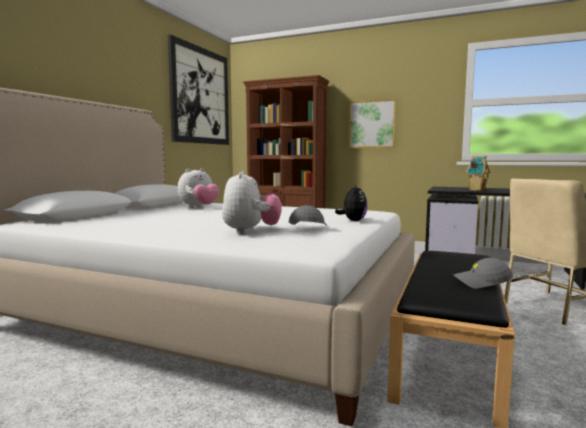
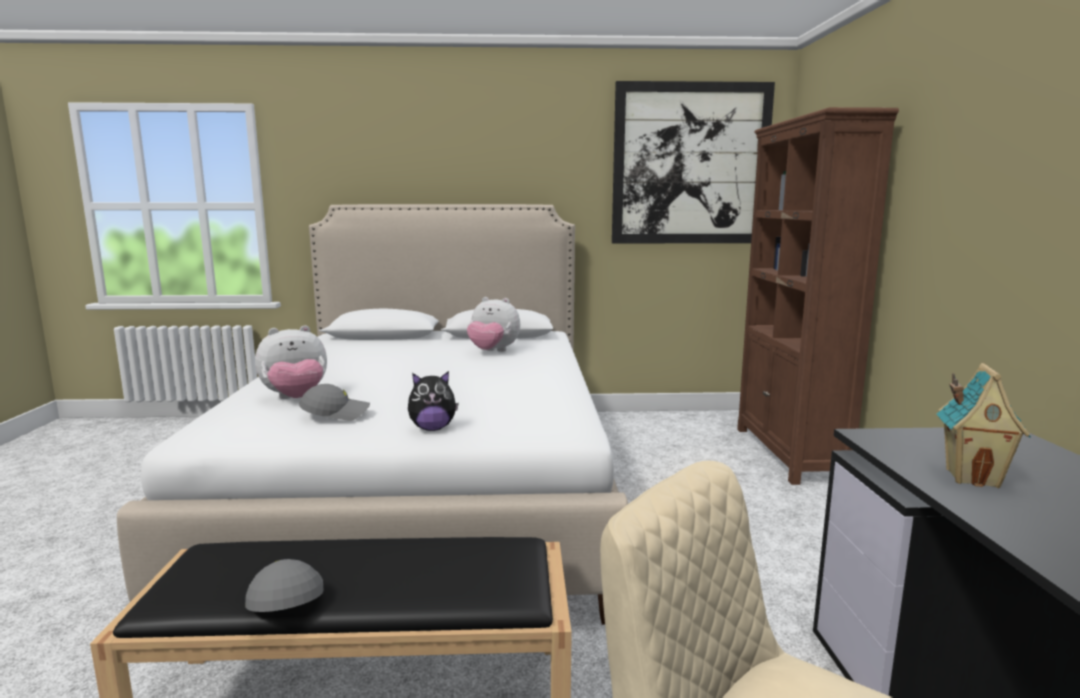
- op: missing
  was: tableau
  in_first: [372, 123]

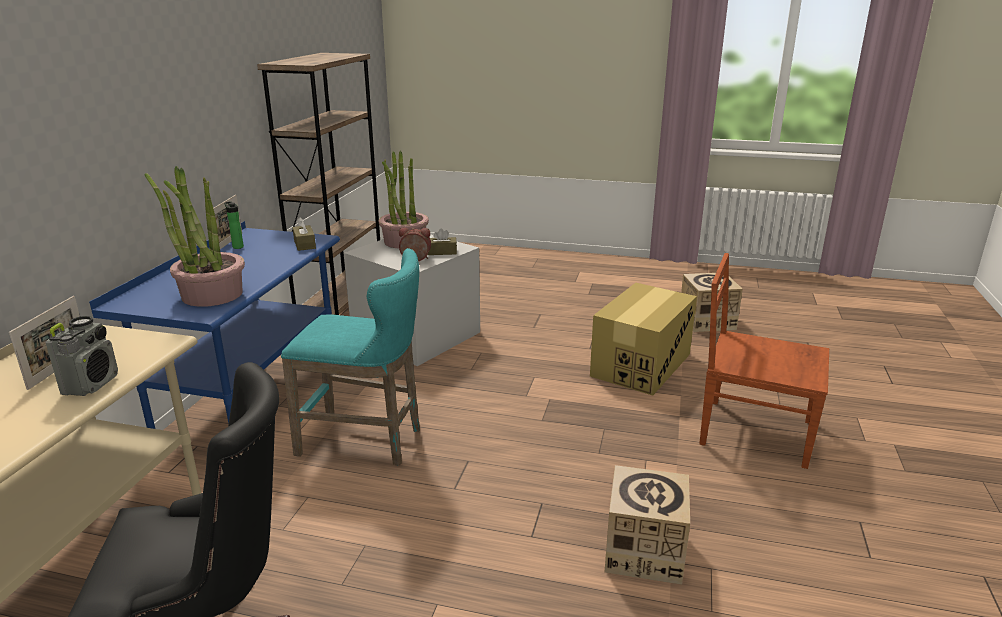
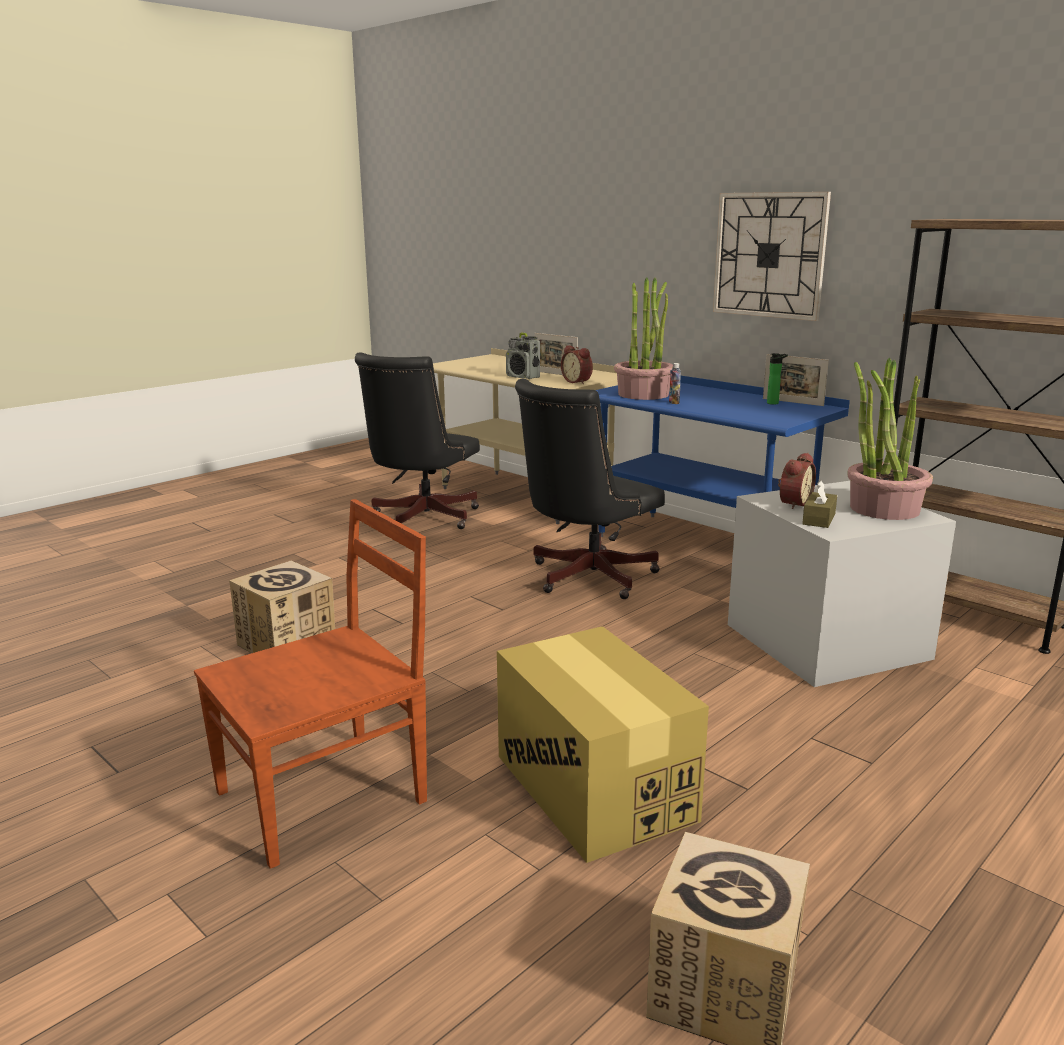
- op: missing
  was: boîte à mouchoirs/marron
  in_first: [304, 234]
- op: exchanged
  was: tabouret/turquoise
  now: chaise de bureau/noir
  in_first: [350, 357]
  in_second: [590, 489]
- op: appeared
  now: horloge murale
  in_second: [772, 256]
- op: appeared
  now: réveil
  in_second: [577, 364]
- op: appeared
  now: bouteille
  in_second: [675, 383]

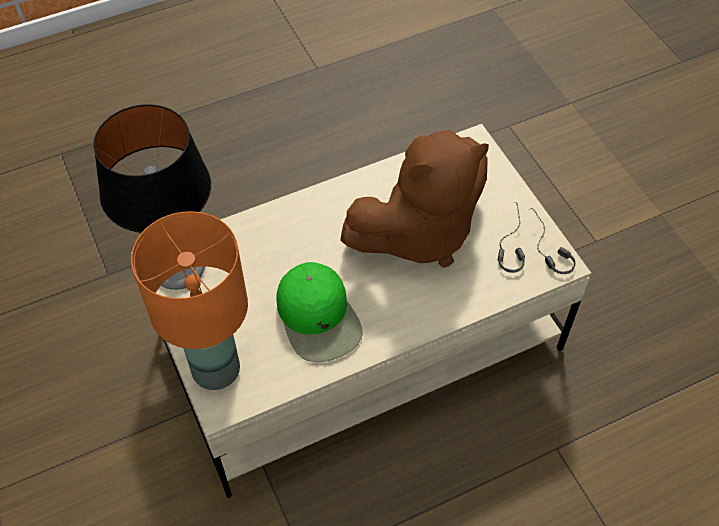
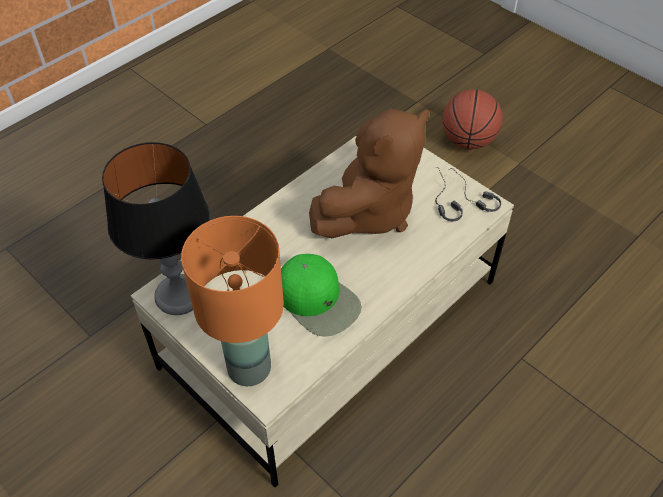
- op: appeared
  now: ballon de basket
  in_second: [472, 119]

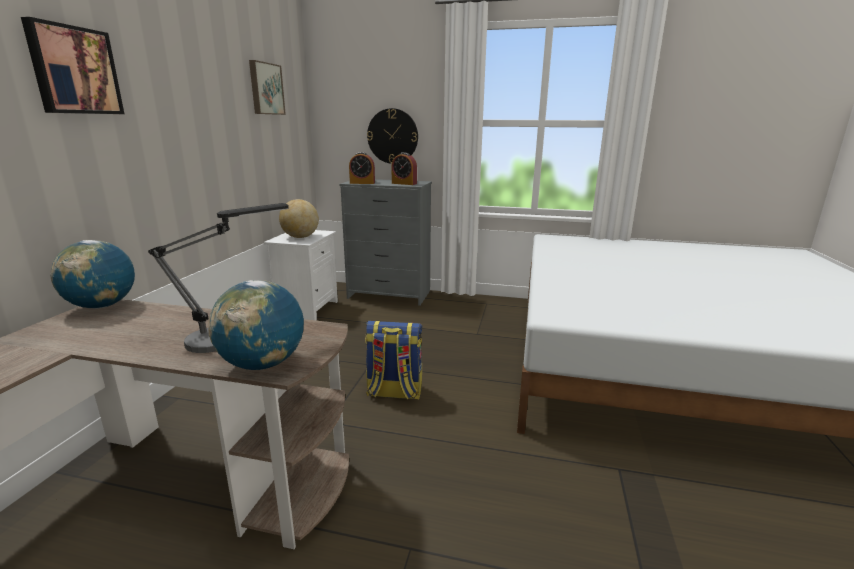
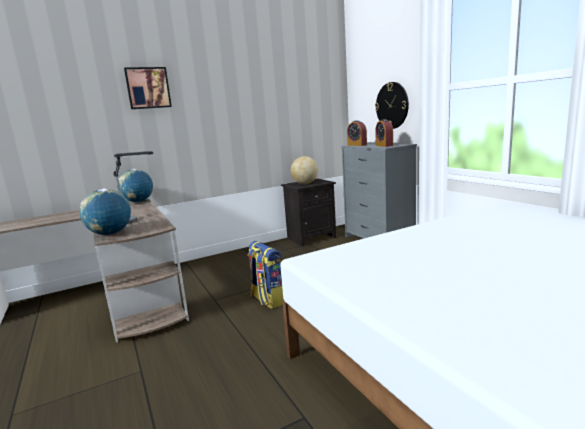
- op: missing
  was: tableau
  in_first: [267, 87]
- op: colour
  was: table de chevet/blanc
  now: table de chevet/noir
  in_first: [301, 275]
  in_second: [308, 212]

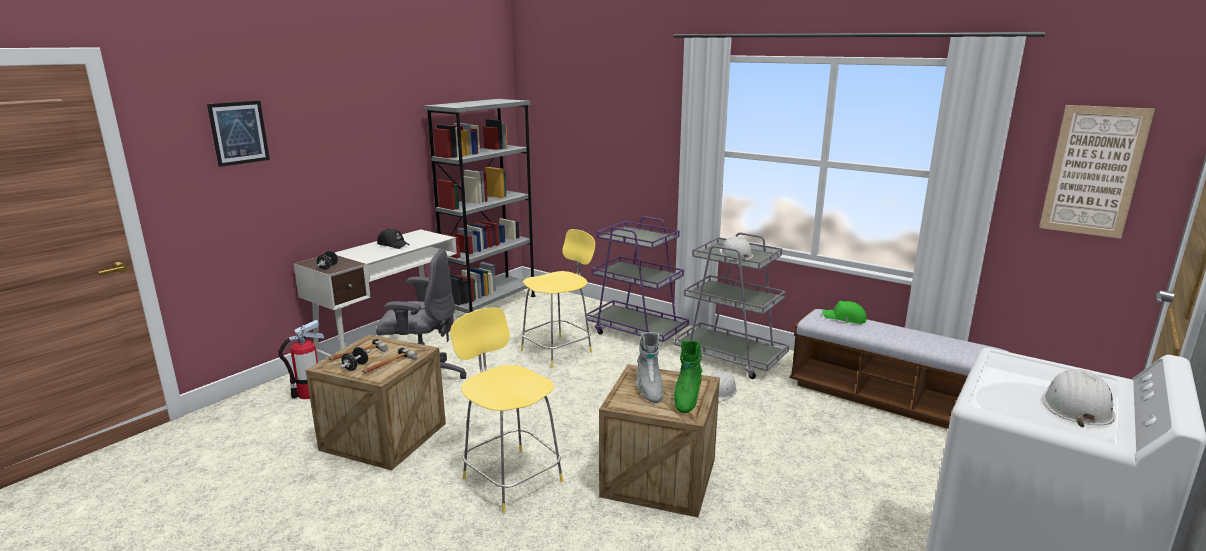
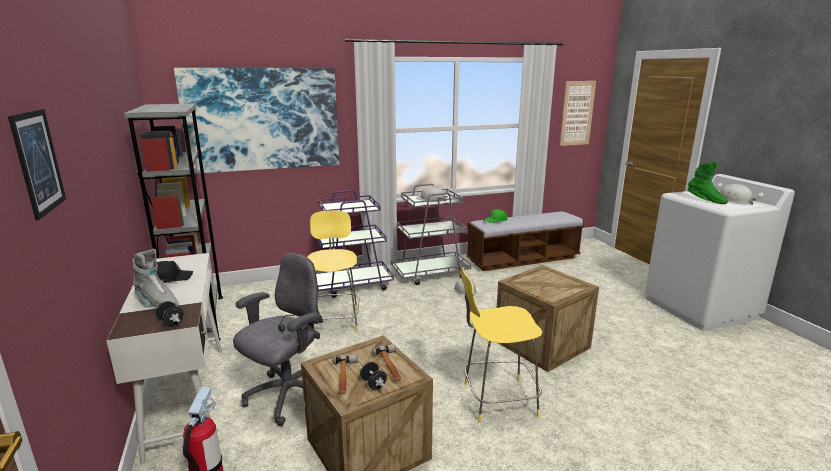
- op: relocated
  was: botte/gris
  in_first: [650, 367]
  in_second: [155, 278]
- op: relocated
  was: botte/vert
  in_first: [688, 376]
  in_second: [708, 183]
- op: appeared
  now: tableau
  in_second: [256, 121]

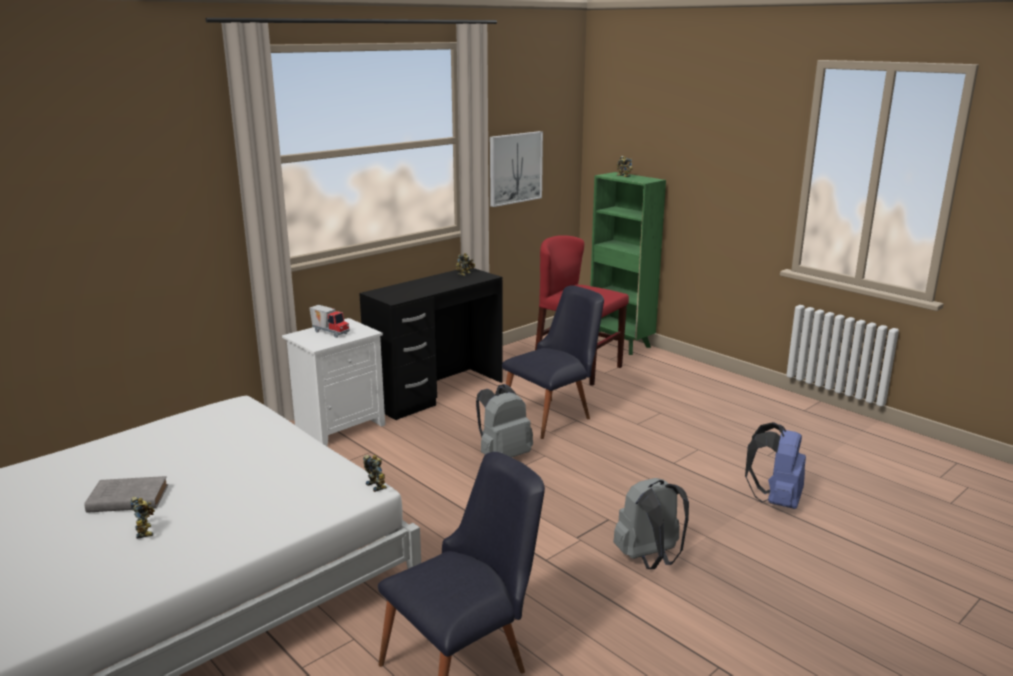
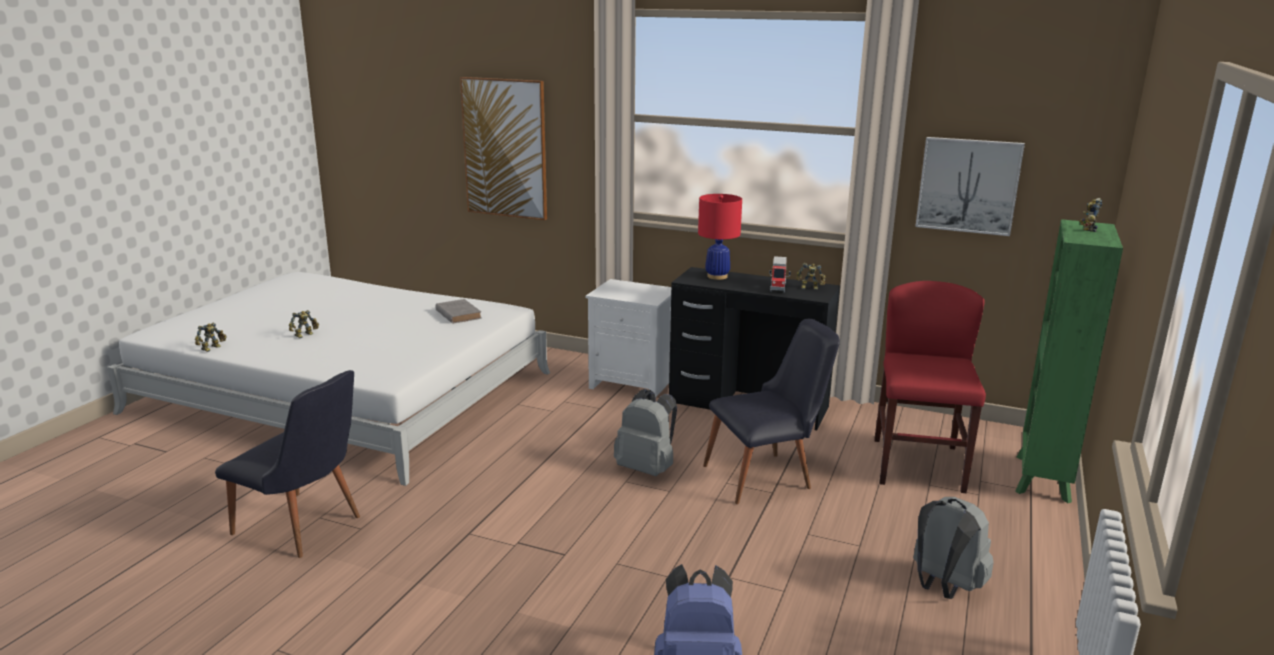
- op: spun
  was: chaise/noir
  in_first: [553, 362]
  in_second: [771, 411]
  clockwise: -45
- op: relocated
  was: camion jouet
  in_first: [330, 321]
  in_second: [780, 274]
- op: relocated
  was: robot jouet
  in_first: [375, 473]
  in_second: [211, 337]
- op: relocated
  was: livre/gris
  in_first: [126, 494]
  in_second: [458, 311]
- op: relocated
  was: sac à dos/gris
  in_first: [651, 523]
  in_second: [953, 548]
- op: appeared
  now: tableau
  in_second: [503, 148]
- op: appeared
  now: lampe de table/rouge
  in_second: [720, 237]

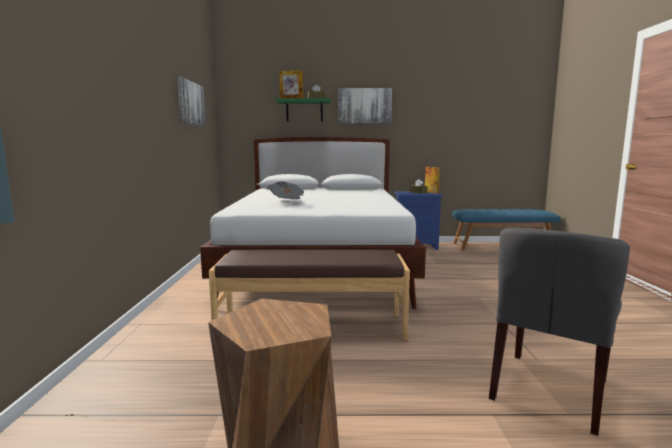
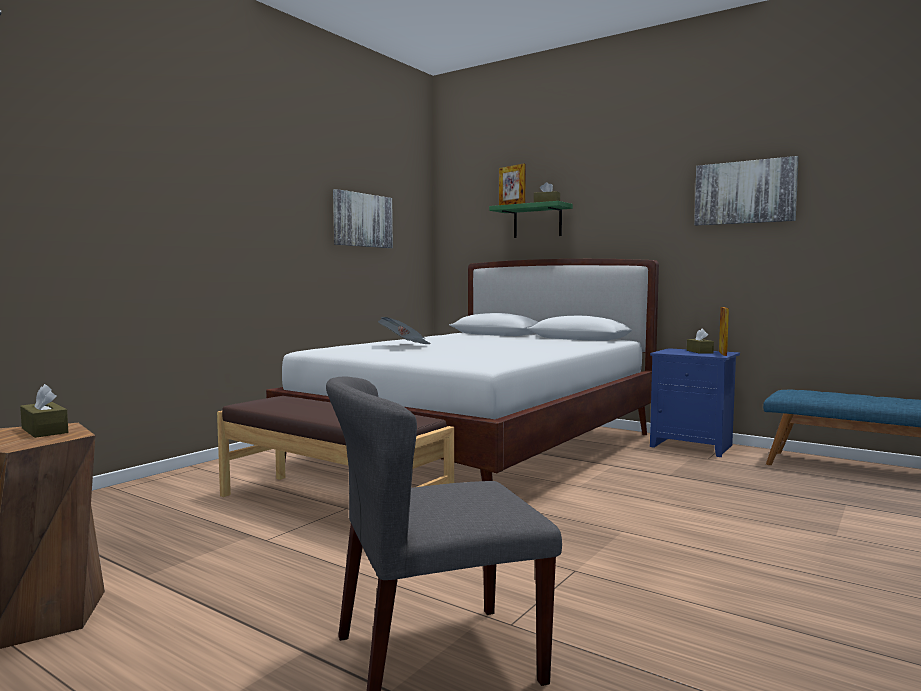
- op: relocated
  was: tableau
  in_first: [365, 106]
  in_second: [746, 191]
- op: appeared
  now: boîte à mouchoirs/marron
  in_second: [44, 411]

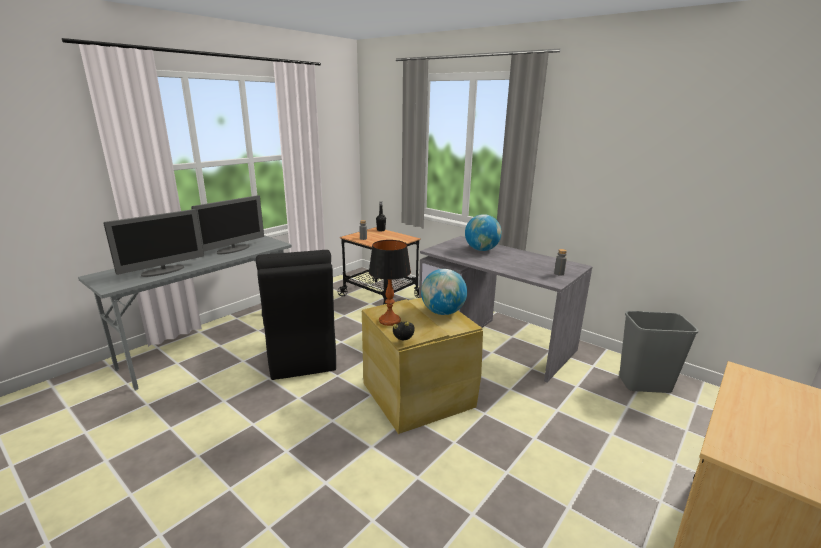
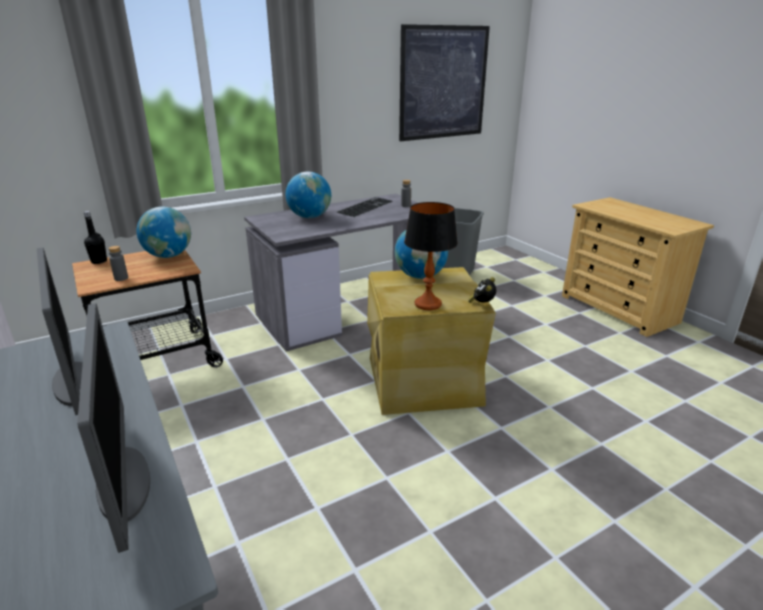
- op: missing
  was: chaise/noir
  in_first: [296, 315]
- op: appeared
  now: tableau
  in_second: [444, 82]
- op: appeared
  now: clavier
  in_second: [365, 207]
- op: appeared
  now: globe
  in_second: [164, 232]

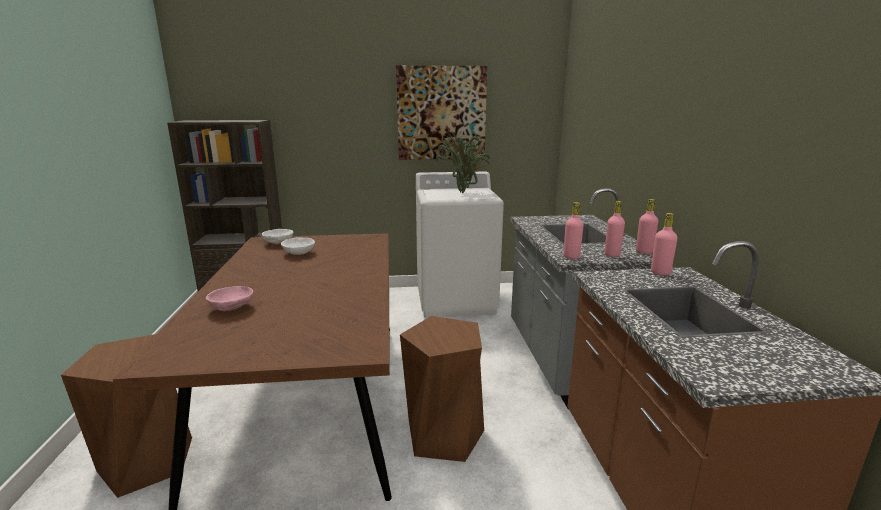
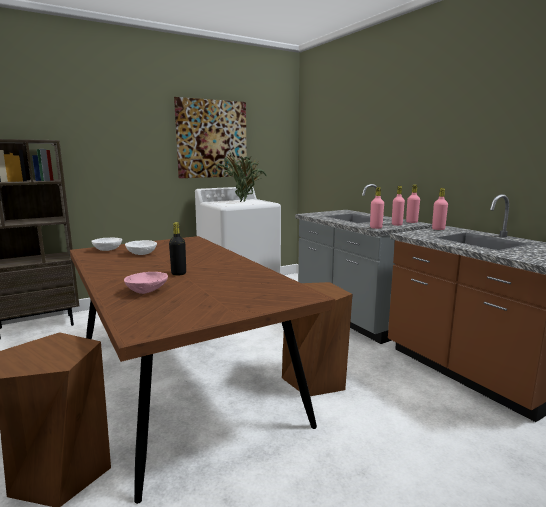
- op: appeared
  now: bouteille/noir
  in_second: [177, 249]

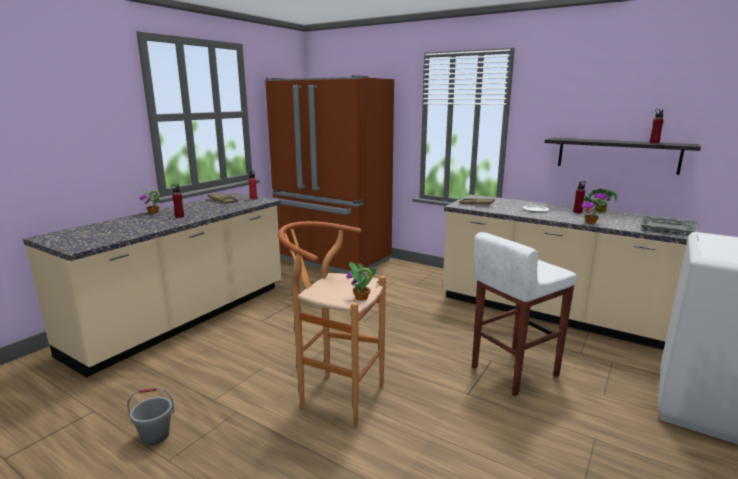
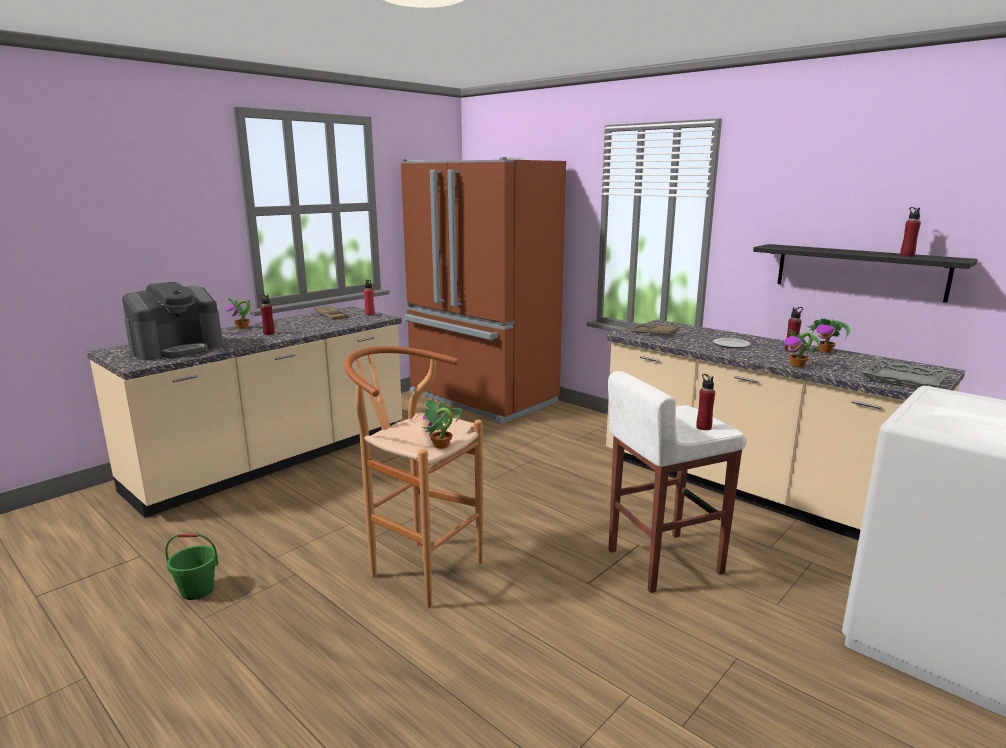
- op: colour
  was: seau/gris
  now: seau/vert
  in_first: [151, 416]
  in_second: [191, 566]
- op: appeared
  now: machine à café
  in_second: [172, 321]
- op: appeared
  now: bouteille/rouge
  in_second: [705, 402]

